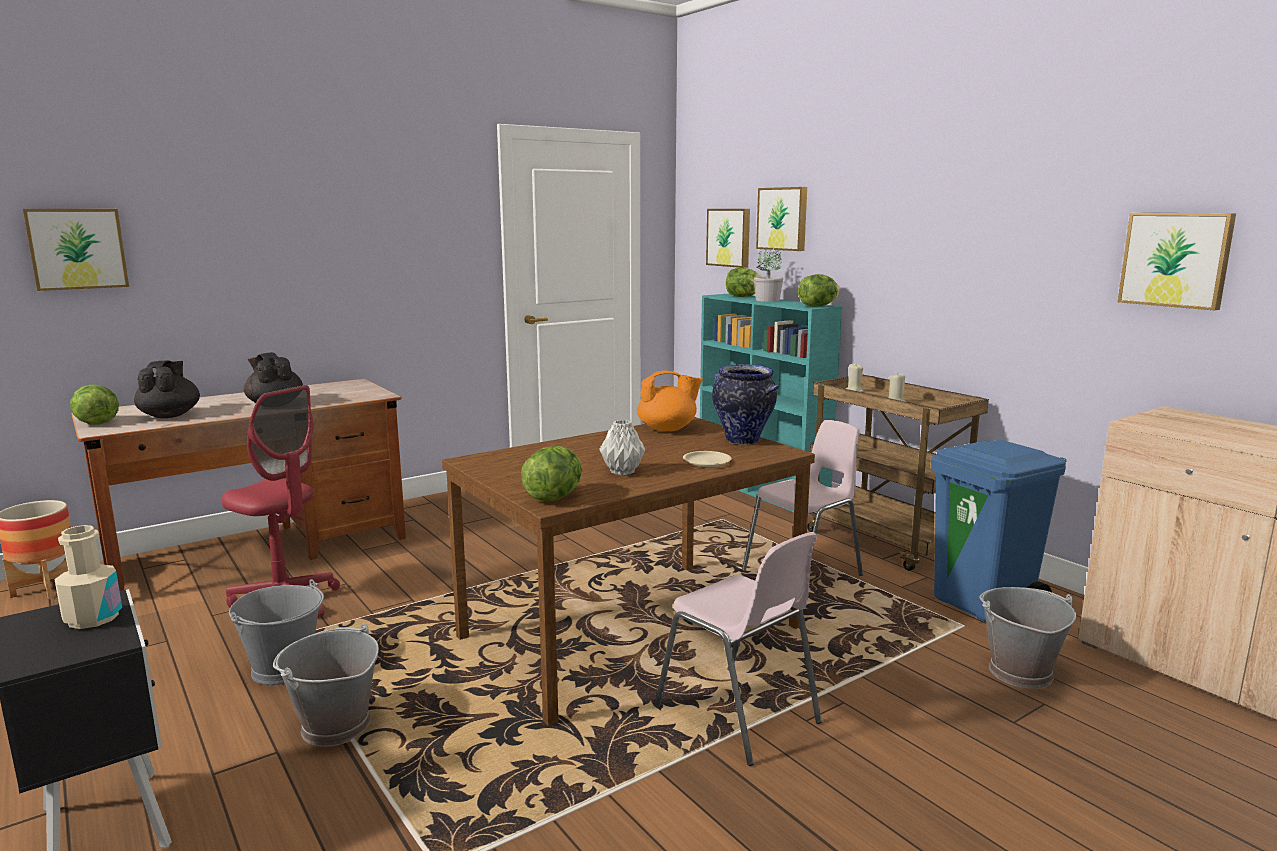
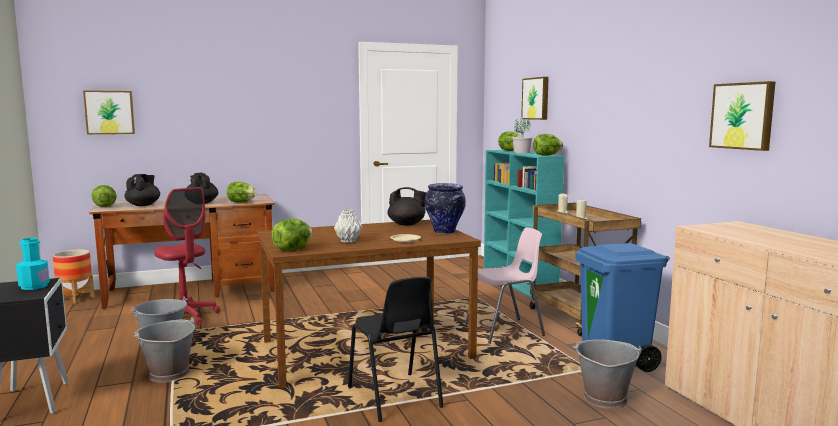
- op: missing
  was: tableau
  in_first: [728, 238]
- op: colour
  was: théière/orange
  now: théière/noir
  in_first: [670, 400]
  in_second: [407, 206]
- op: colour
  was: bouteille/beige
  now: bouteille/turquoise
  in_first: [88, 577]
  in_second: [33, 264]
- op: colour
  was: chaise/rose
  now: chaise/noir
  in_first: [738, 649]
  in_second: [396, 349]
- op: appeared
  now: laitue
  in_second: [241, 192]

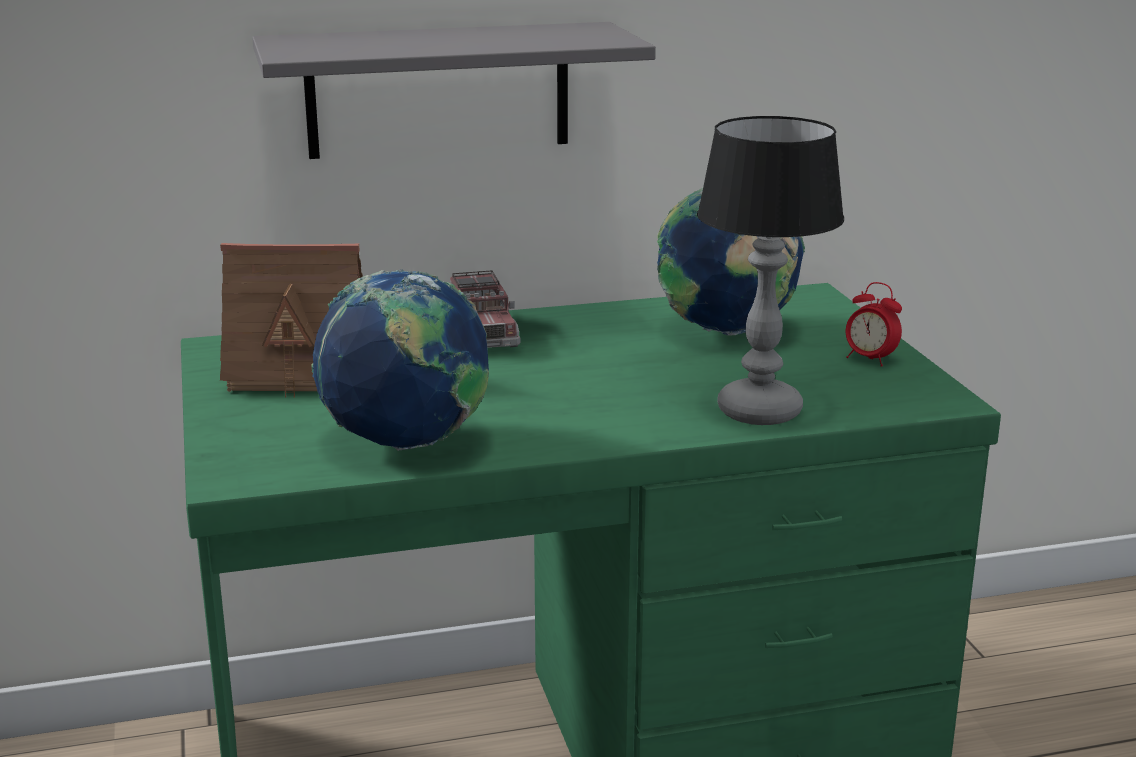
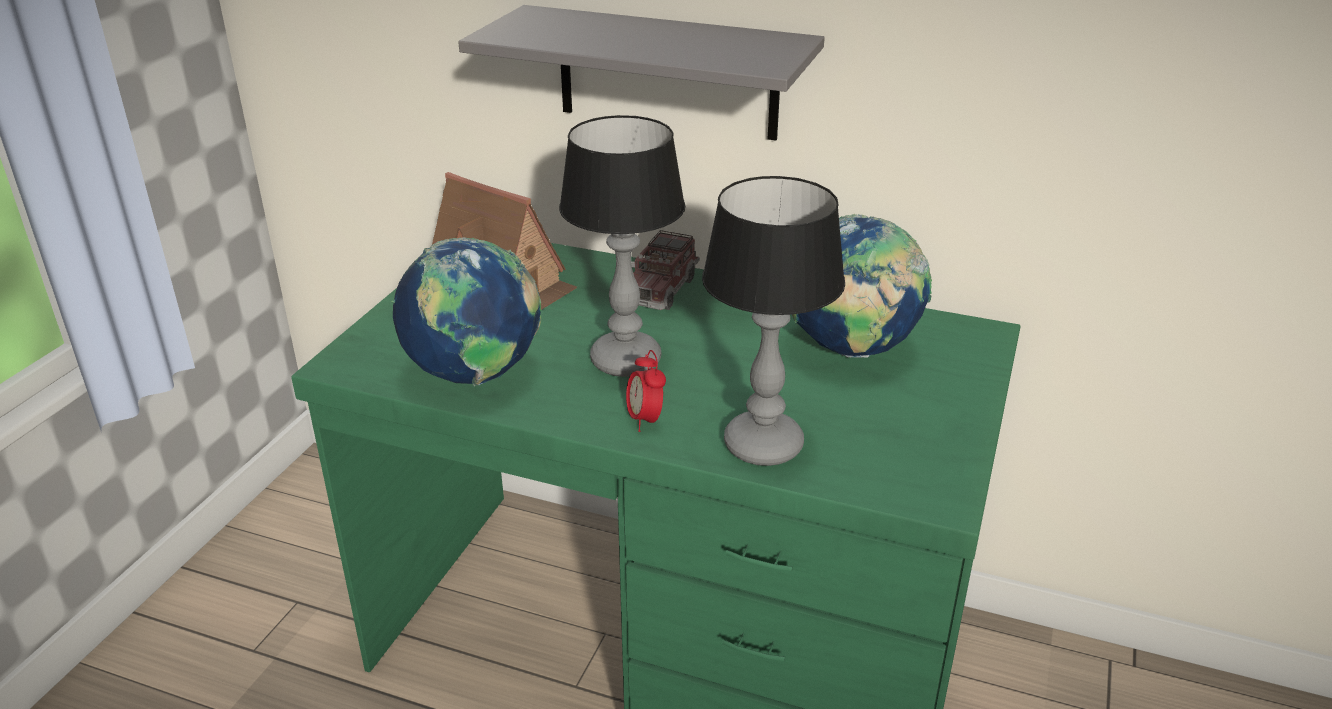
- op: relocated
  was: réveil
  in_first: [874, 324]
  in_second: [646, 391]
- op: appeared
  now: lampe de table
  in_second: [622, 246]

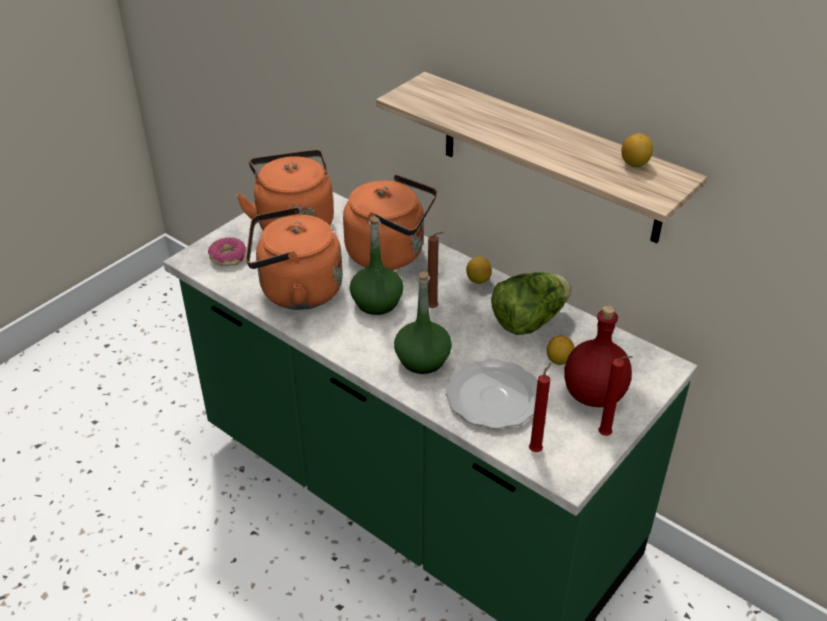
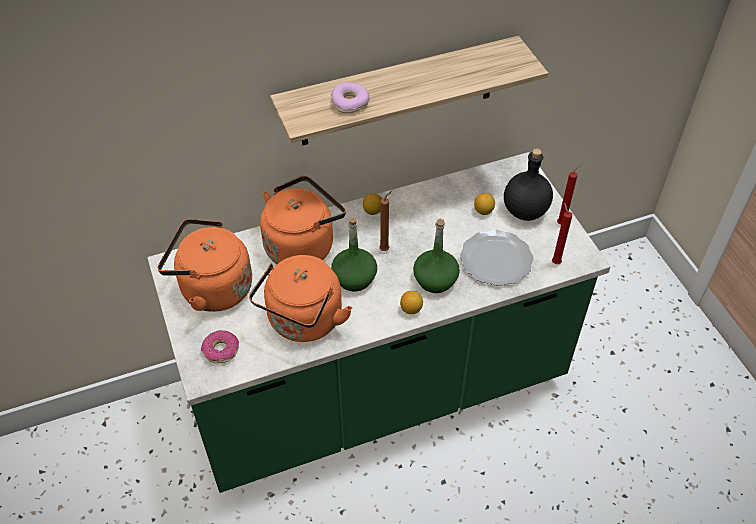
- op: relocated
  was: citron
  in_first: [637, 150]
  in_second: [411, 302]
- op: missing
  was: laitue
  in_first: [531, 303]
- op: colour
  was: bouteille/rouge
  now: bouteille/noir
  in_first: [598, 356]
  in_second: [528, 184]
- op: appeared
  now: beignet
  in_second: [350, 97]

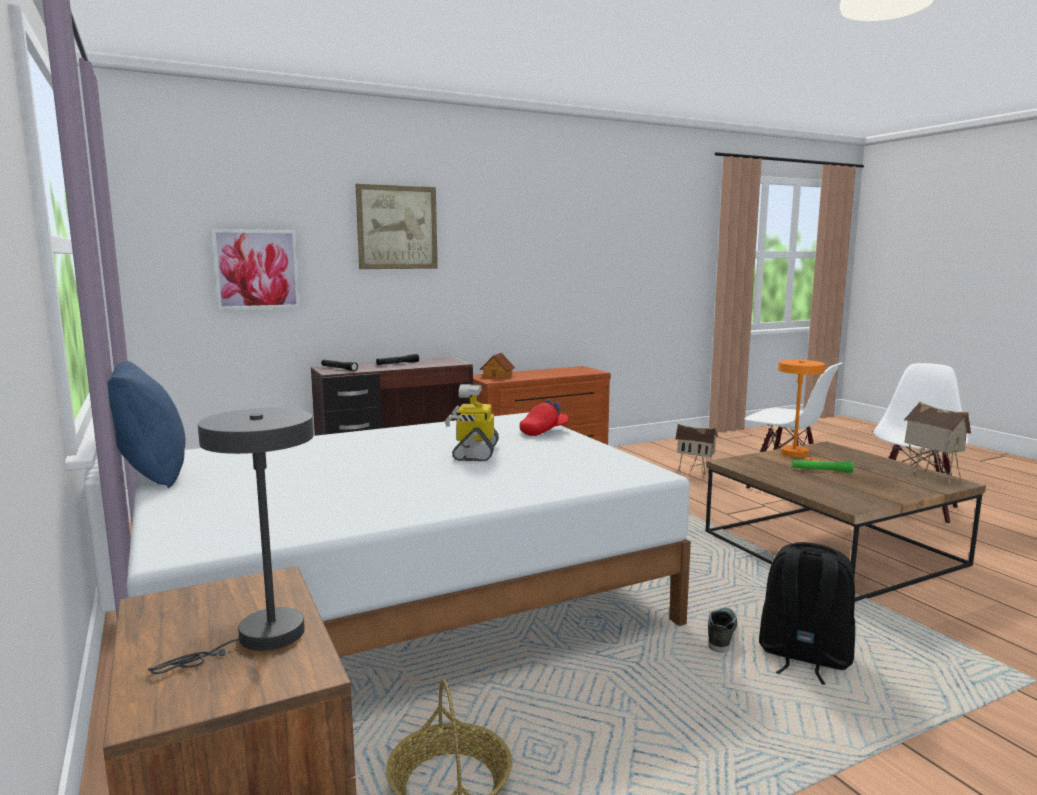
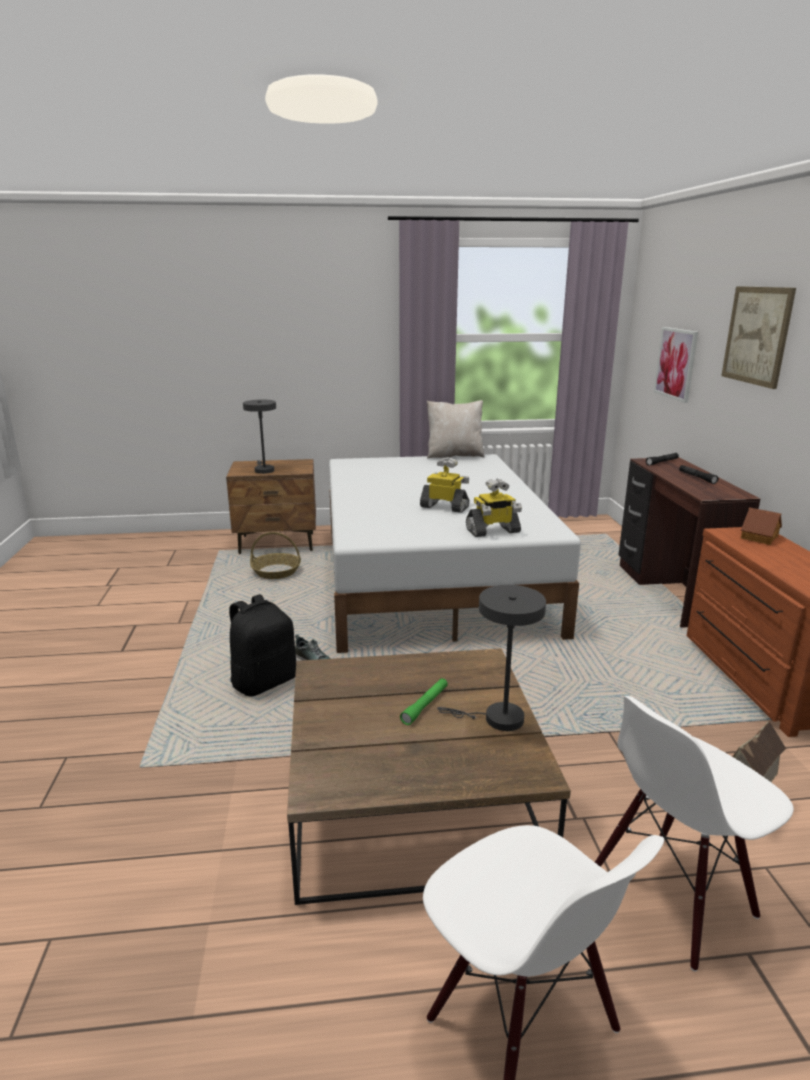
- op: colour
  was: lampe de table/orange
  now: lampe de table/gris
  in_first: [801, 411]
  in_second: [491, 658]
- op: colour
  was: coussin/bleu
  now: coussin/beige
  in_first: [146, 424]
  in_second: [456, 429]
- op: exchanged
  was: casquette/rouge
  now: robot jouet
  in_first: [544, 417]
  in_second: [494, 507]
- op: missing
  was: maison miniature
  in_first: [937, 443]

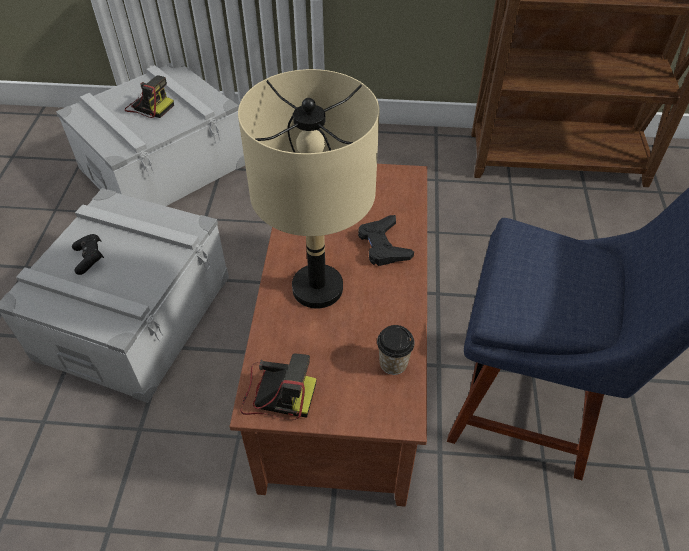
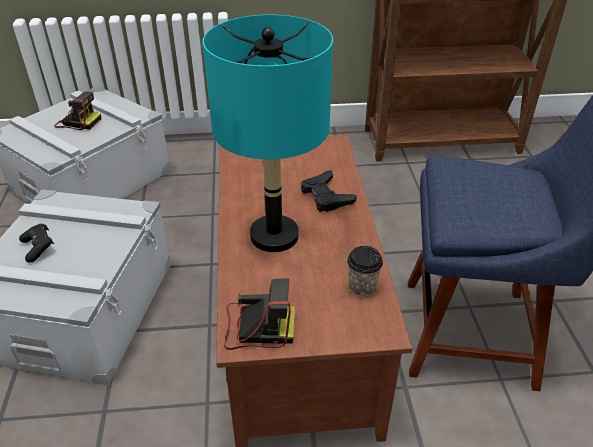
- op: colour
  was: lampe de table/beige
  now: lampe de table/turquoise
  in_first: [309, 189]
  in_second: [268, 133]

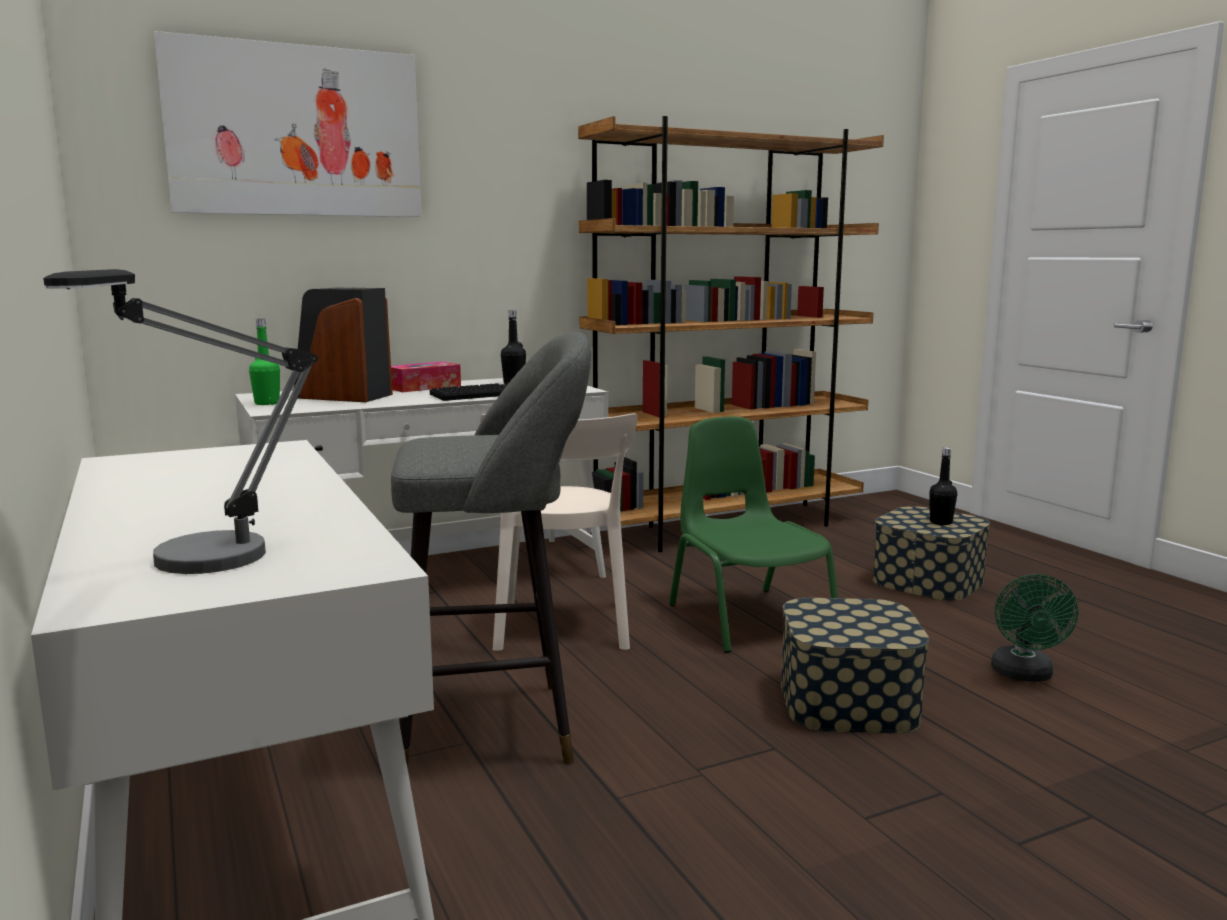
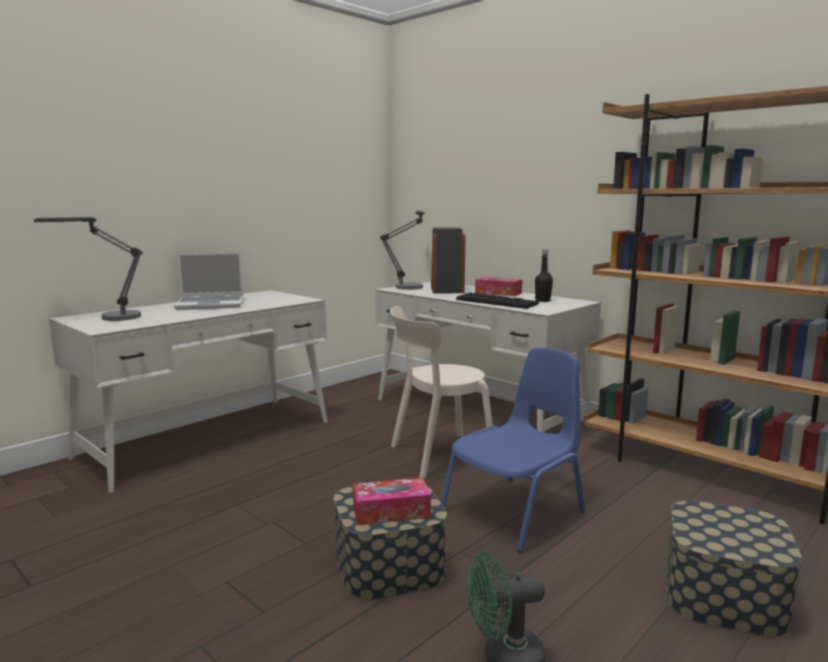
- op: missing
  was: tableau
  in_first: [287, 124]
- op: exchanged
  was: bouteille/vert
  now: lampe de table
  in_first: [264, 362]
  in_second: [402, 250]
- op: missing
  was: tabouret/gris
  in_first: [491, 550]
- op: colour
  was: chaise/vert
  now: chaise/bleu
  in_first: [753, 535]
  in_second: [513, 449]
- op: missing
  was: bouteille/noir
  in_first: [943, 486]
- op: appeared
  now: ordinateur portable
  in_second: [209, 281]
- op: appeared
  now: boîte à mouchoirs
  in_second: [392, 501]

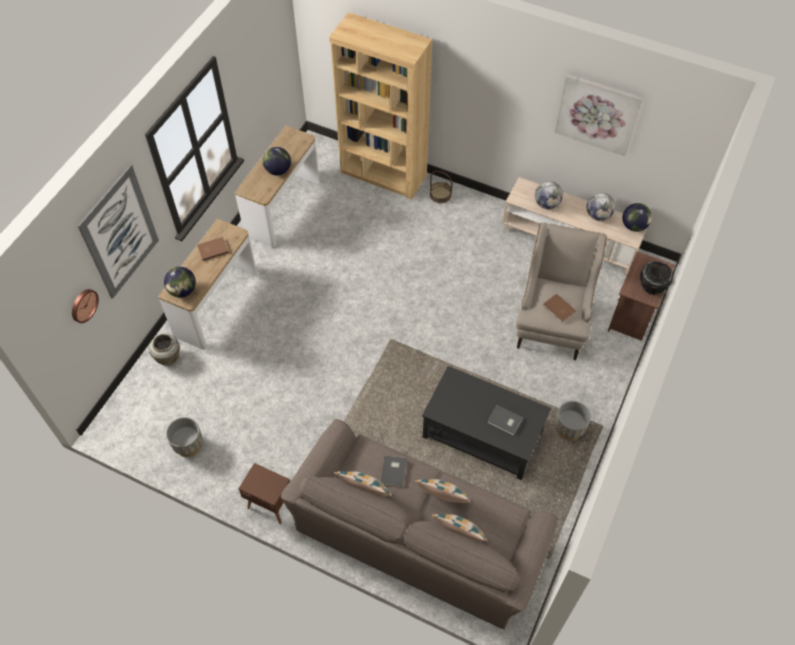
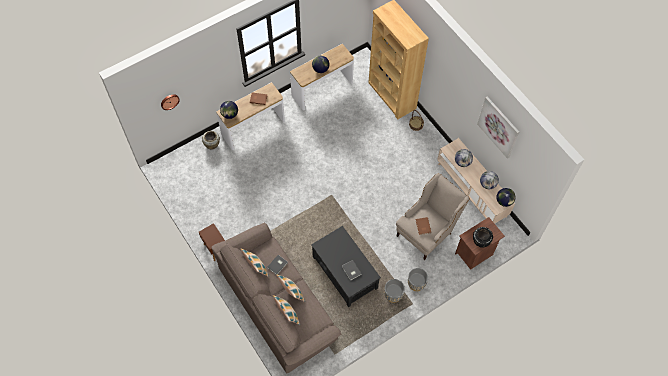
- op: missing
  was: tableau
  in_first: [118, 231]
- op: relocated
  was: cache-pot/gris
  in_first: [184, 437]
  in_second: [418, 279]

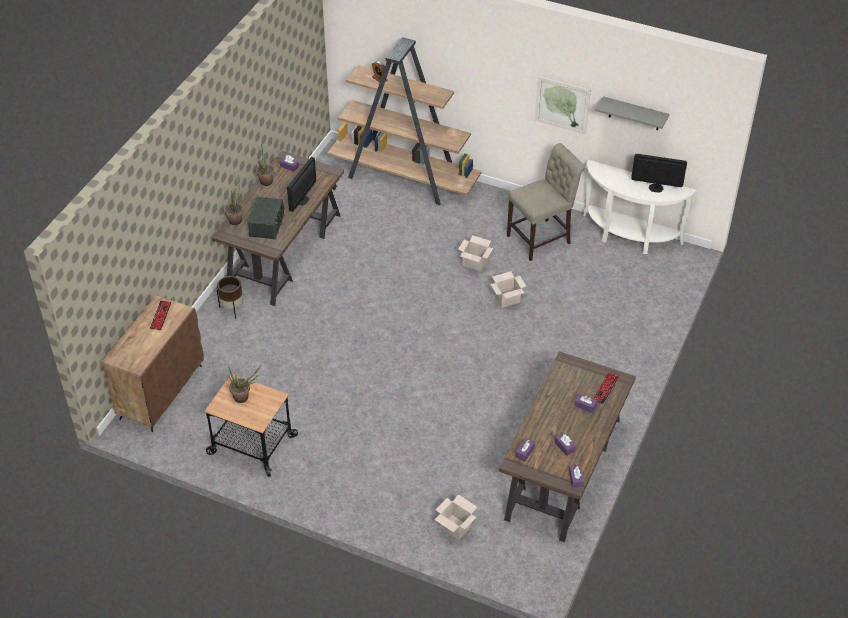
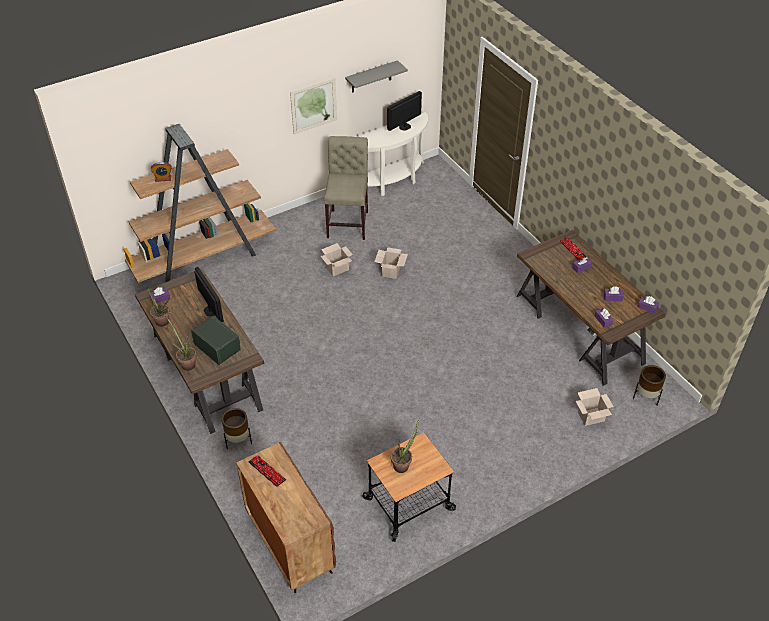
- op: appeared
  now: cache-pot/marron
  in_second: [649, 385]

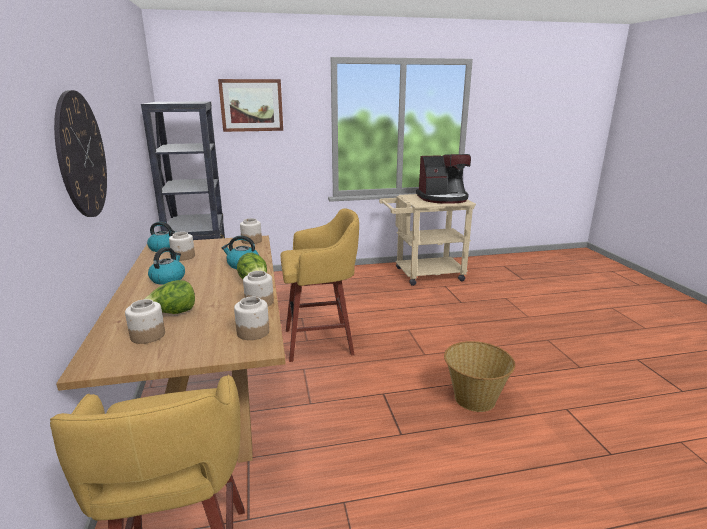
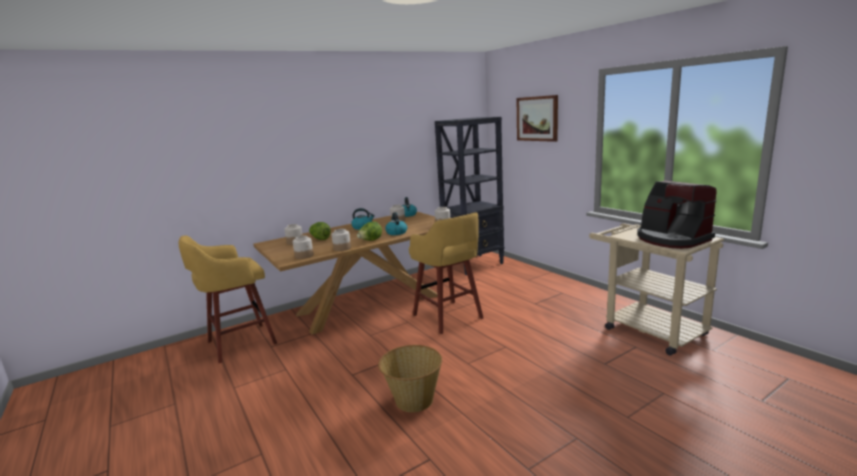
- op: missing
  was: horloge murale
  in_first: [80, 153]

